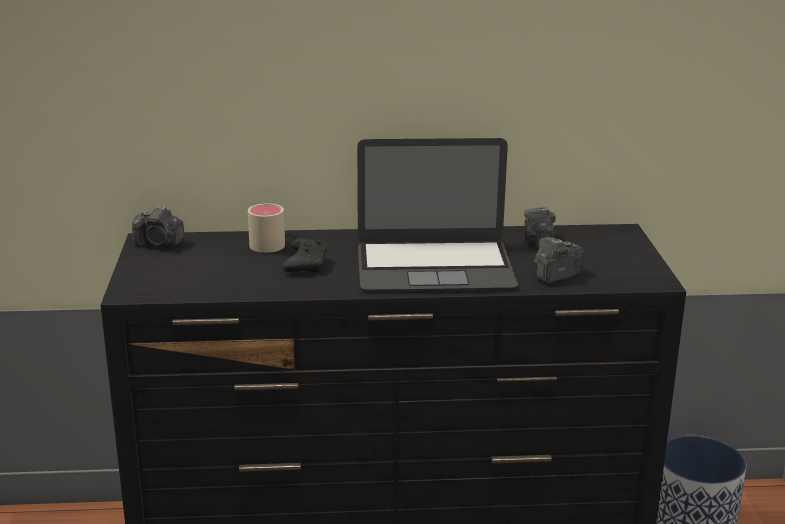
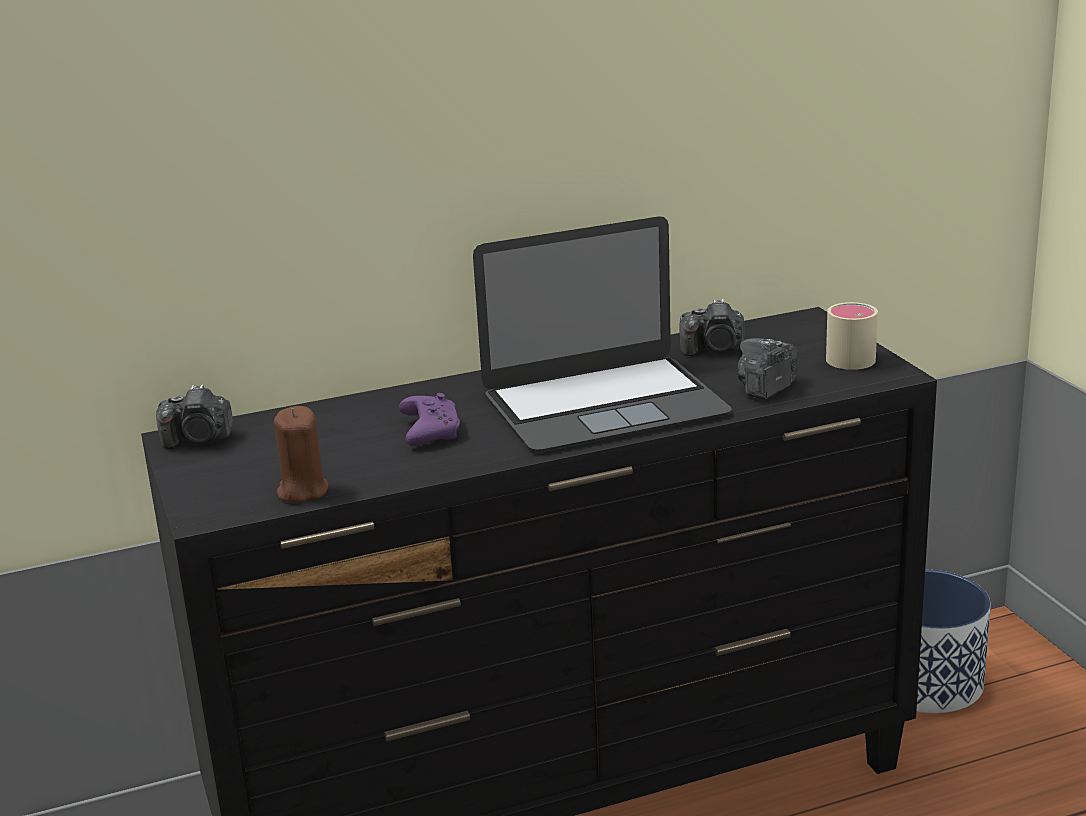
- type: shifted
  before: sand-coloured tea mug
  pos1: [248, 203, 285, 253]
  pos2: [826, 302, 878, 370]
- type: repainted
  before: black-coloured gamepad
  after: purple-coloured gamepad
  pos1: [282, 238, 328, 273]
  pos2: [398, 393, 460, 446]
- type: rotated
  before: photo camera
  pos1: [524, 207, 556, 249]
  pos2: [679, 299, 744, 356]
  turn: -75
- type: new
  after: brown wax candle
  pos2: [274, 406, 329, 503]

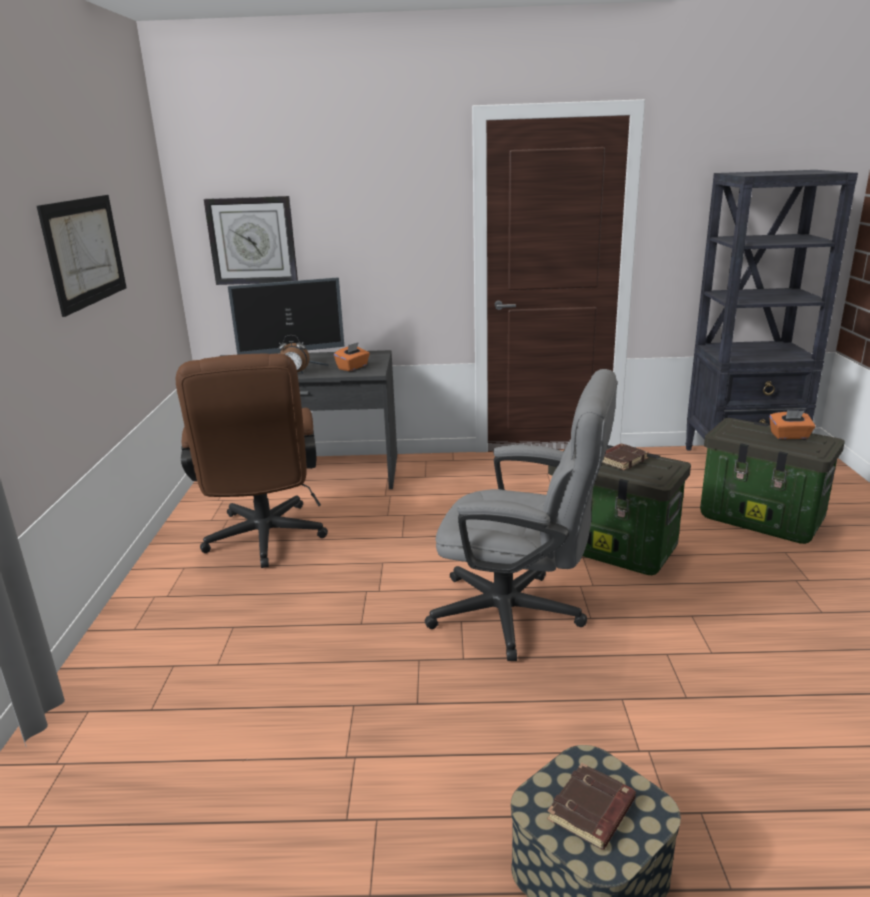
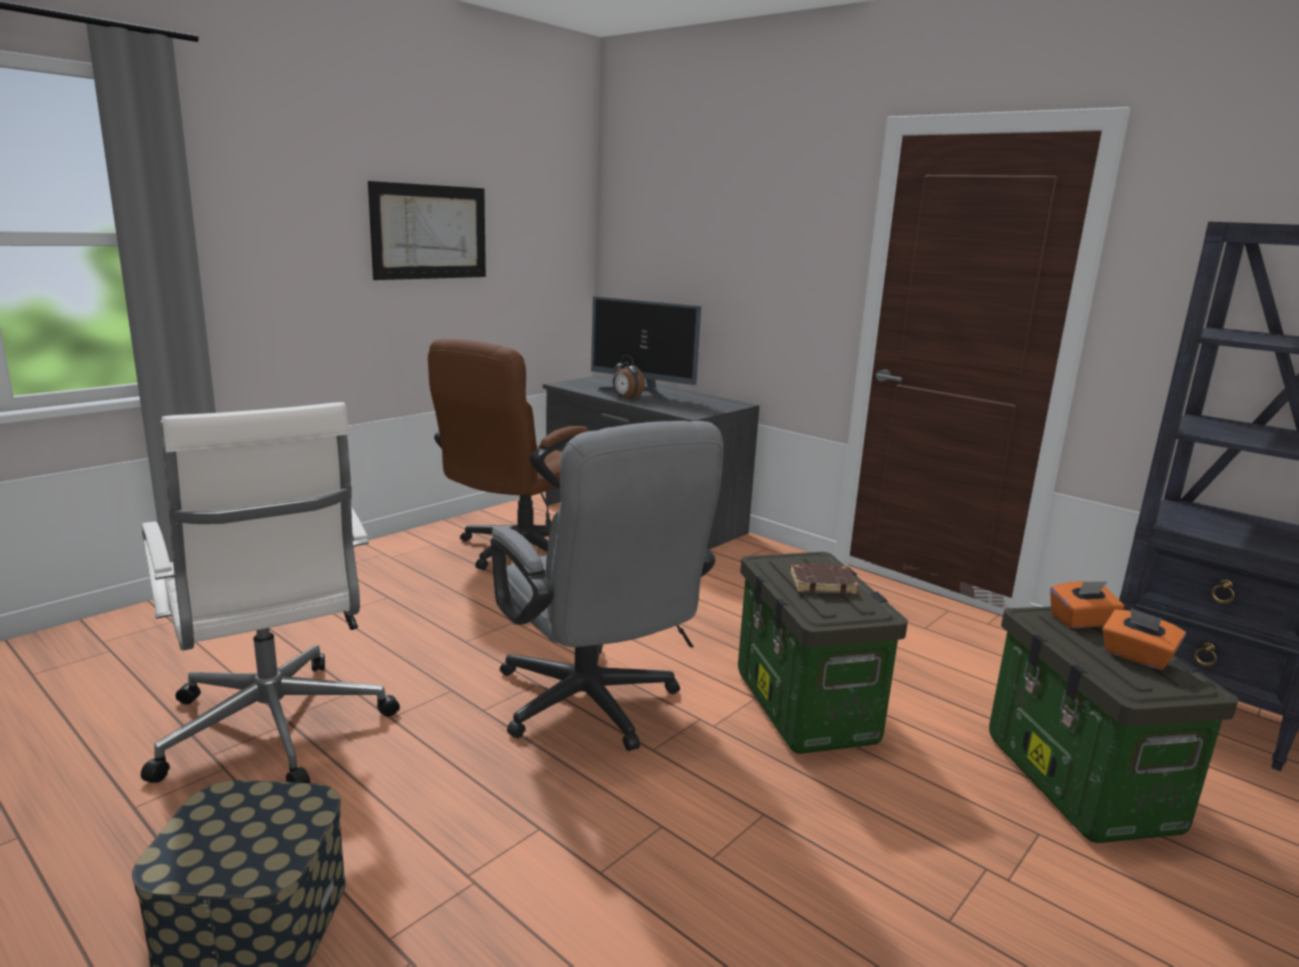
- type: gone
  before: hanging clock
  pos1: [204, 196, 298, 285]
- type: shifted
  before: orangey box of tissues
  pos1: [334, 342, 370, 371]
  pos2: [1050, 581, 1124, 628]
- type: gone
  before: brown book
  pos1: [547, 763, 636, 850]
- type: new
  after: white computer chair
  pos2: [141, 402, 400, 783]

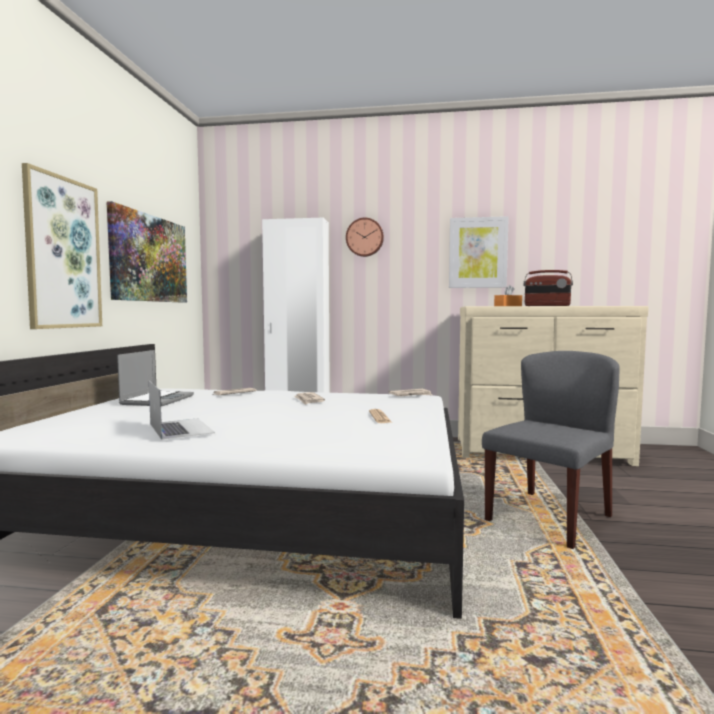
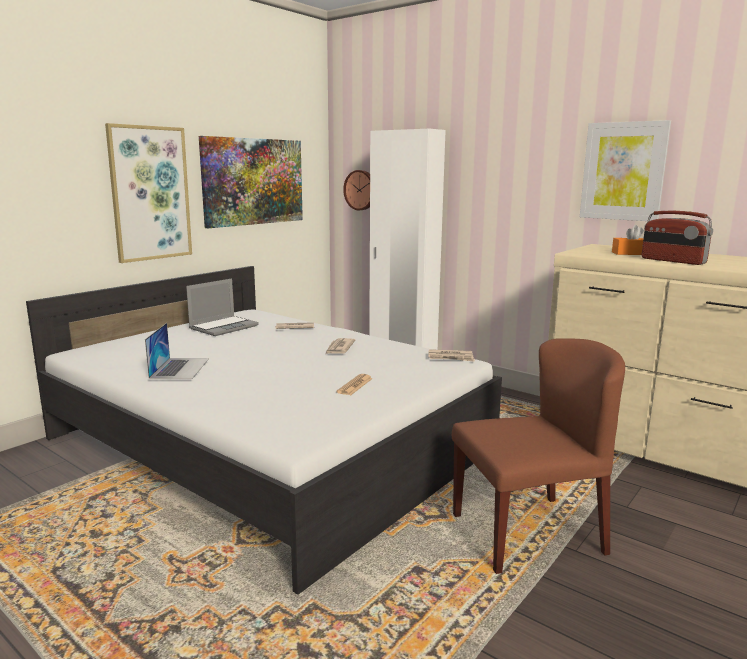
- type: shifted
  before: hanging clock
  pos1: [346, 218, 384, 257]
  pos2: [343, 170, 370, 210]
- type: repainted
  before: greyish upright chair
  after: brown upright chair
  pos1: [482, 351, 620, 549]
  pos2: [452, 338, 625, 574]

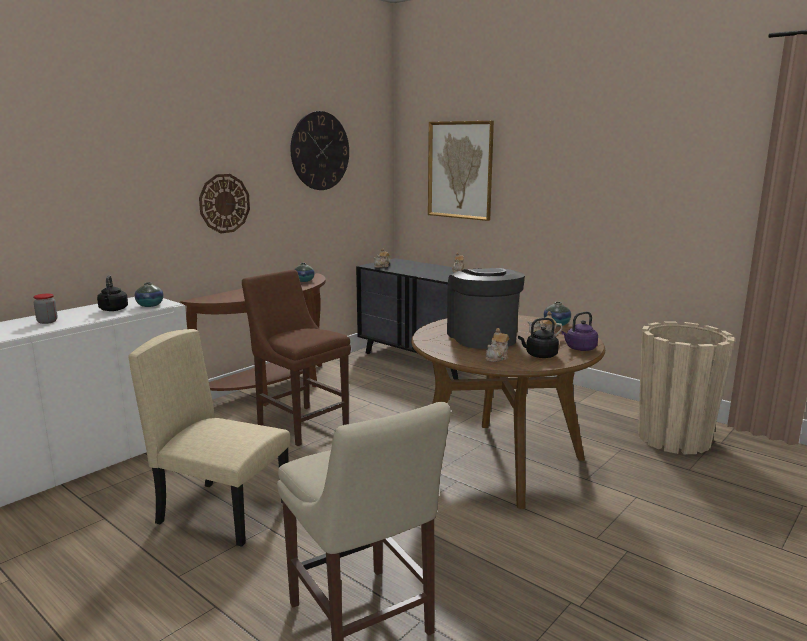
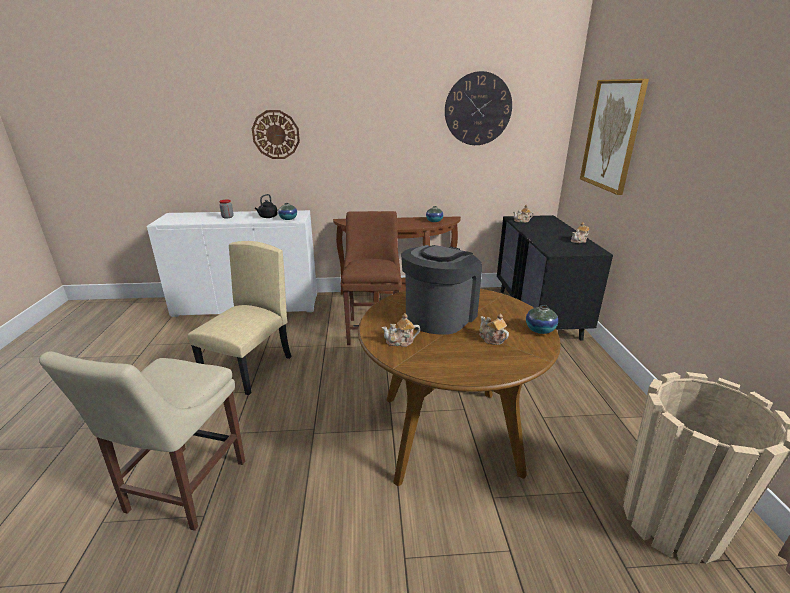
- type: rotated
  before: sand-coloured upright chair
  pos1: [128, 329, 290, 547]
  pos2: [187, 241, 292, 395]
  turn: 45
- type: shifted
  before: hanging clock
  pos1: [199, 174, 250, 233]
  pos2: [252, 110, 300, 159]
- type: gone
  before: black-coloured kettle
  pos1: [518, 318, 559, 358]
- type: gone
  before: purple-coloured kettle
  pos1: [561, 311, 598, 351]

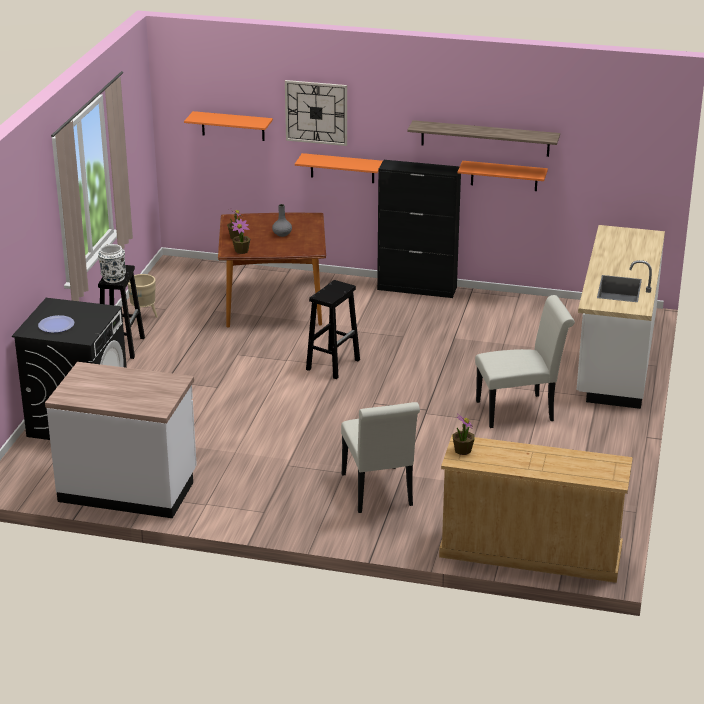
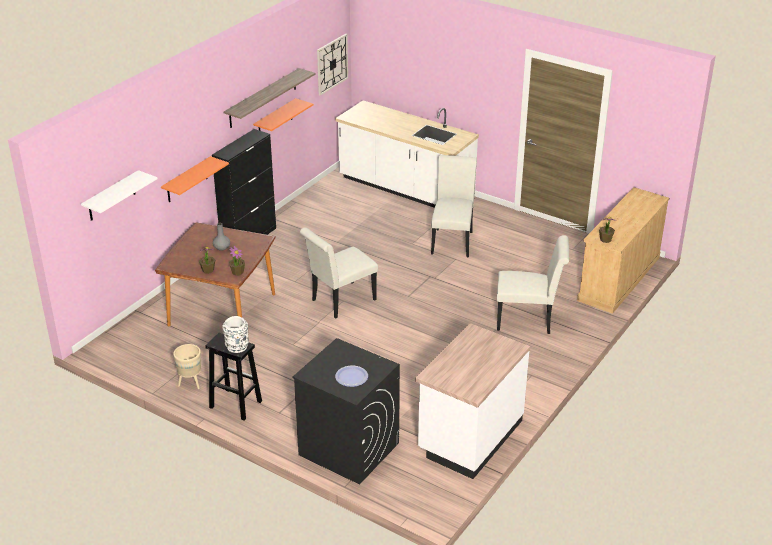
- type: repainted
  before: orangey wall shelf
  after: white wall shelf
  pos1: [184, 111, 273, 141]
  pos2: [81, 170, 158, 221]
- type: shifted
  before: hanging clock
  pos1: [285, 80, 347, 146]
  pos2: [317, 34, 348, 96]
- type: swapped
  before: black-coloured stool
  after: white upright chair
  pos1: [306, 280, 360, 379]
  pos2: [300, 227, 378, 319]

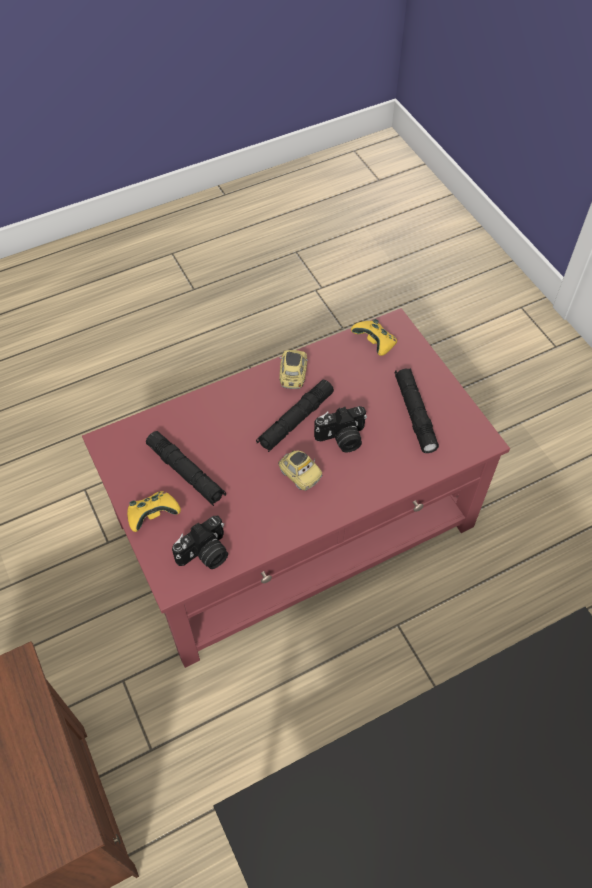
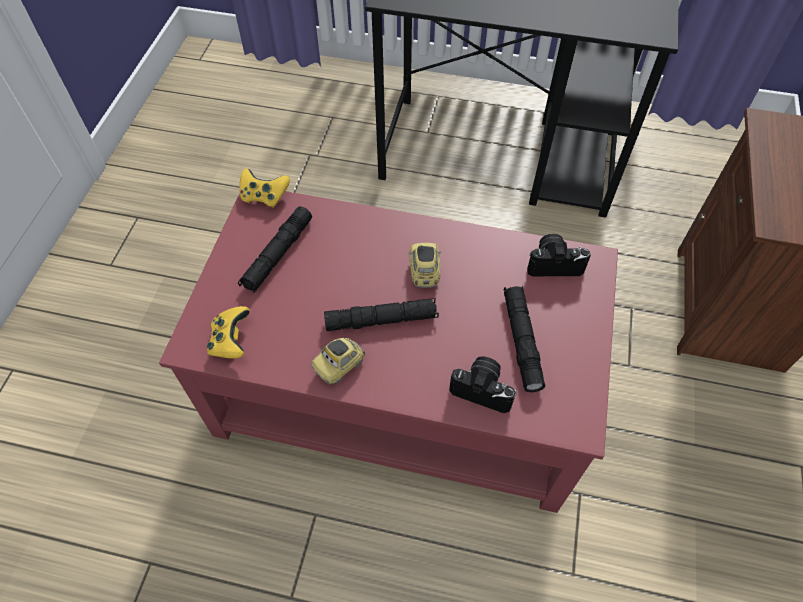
- type: shifted
  before: yellowish gamepad
  pos1: [127, 491, 181, 532]
  pos2: [239, 168, 290, 208]
- type: shifted
  before: photo camera
  pos1: [314, 406, 367, 453]
  pos2: [449, 356, 517, 413]

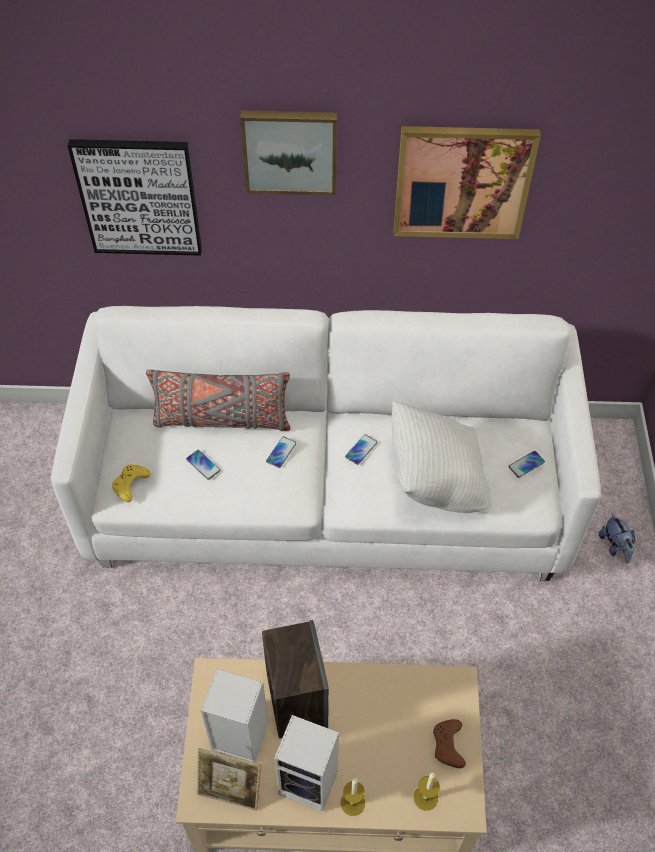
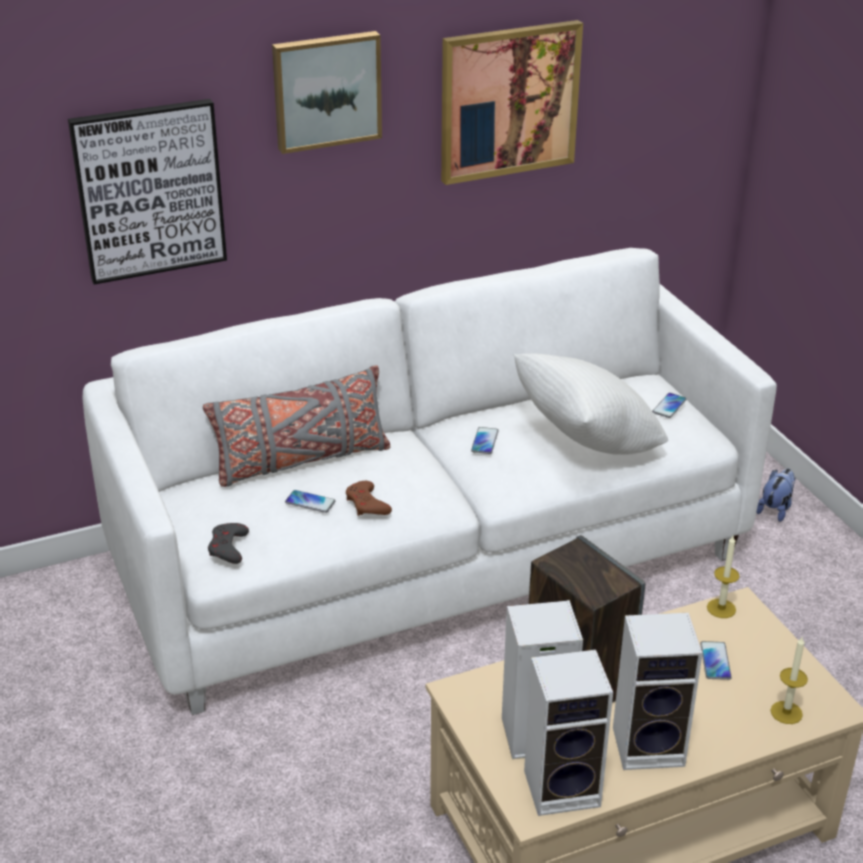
- type: repainted
  before: yellowish gamepad
  after: greyish gamepad
  pos1: [112, 465, 151, 502]
  pos2: [208, 523, 249, 564]
- type: swapped
  before: picture frame
  after: loudspeaker
  pos1: [197, 748, 261, 811]
  pos2: [524, 650, 613, 816]
- type: shifted
  before: phone
  pos1: [266, 436, 297, 468]
  pos2: [700, 641, 732, 680]
- type: shifted
  before: wax candle
  pos1: [341, 778, 365, 816]
  pos2: [707, 536, 740, 618]
- type: shifted
  before: brown gamepad
  pos1: [433, 719, 466, 768]
  pos2: [346, 481, 392, 516]
- type: rotated
  before: plush toy
  pos1: [599, 513, 635, 564]
  pos2: [756, 469, 796, 522]
  turn: -105

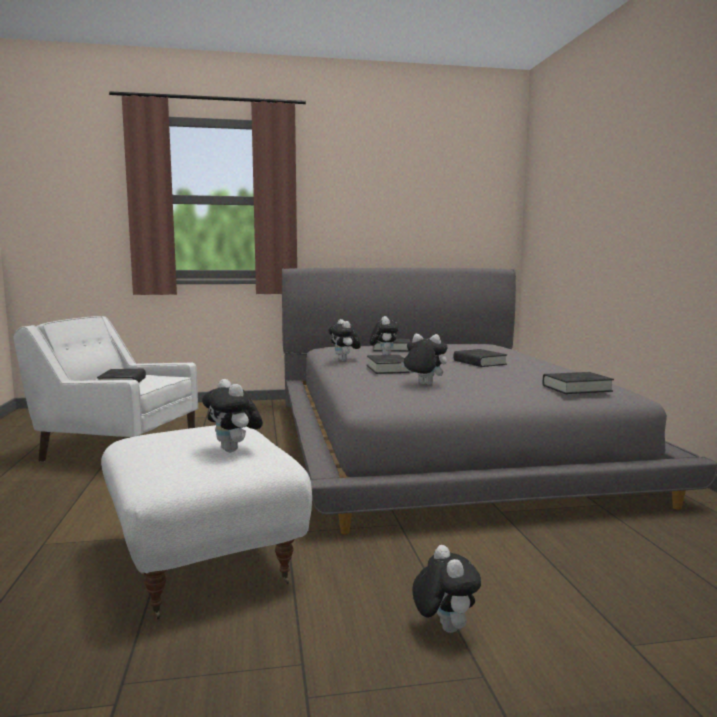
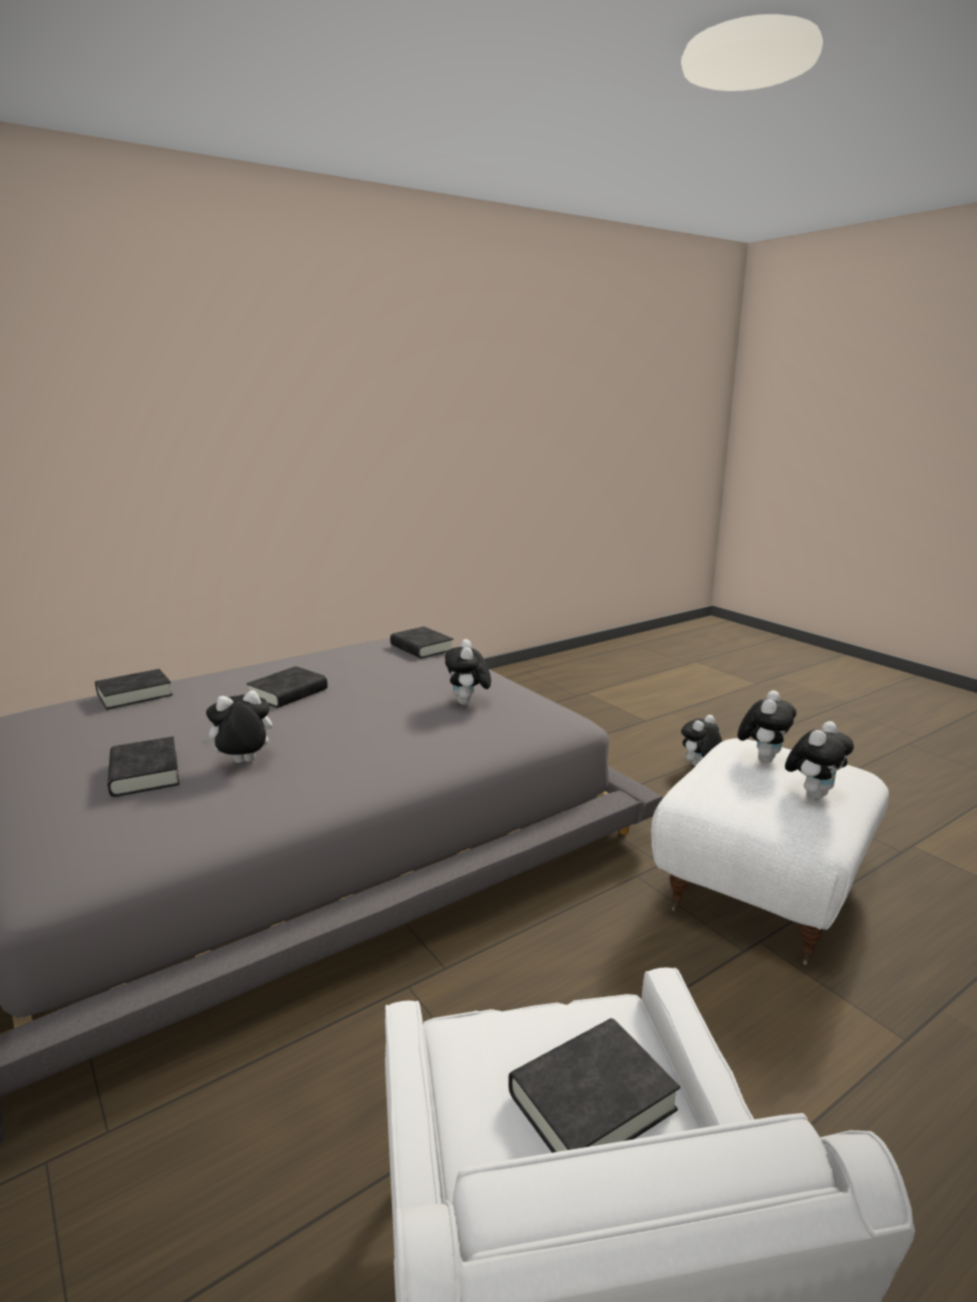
- type: shifted
  before: plush toy
  pos1: [328, 319, 361, 361]
  pos2: [785, 721, 854, 799]
- type: shifted
  before: black-coloured book
  pos1: [367, 355, 410, 374]
  pos2: [95, 669, 173, 710]

